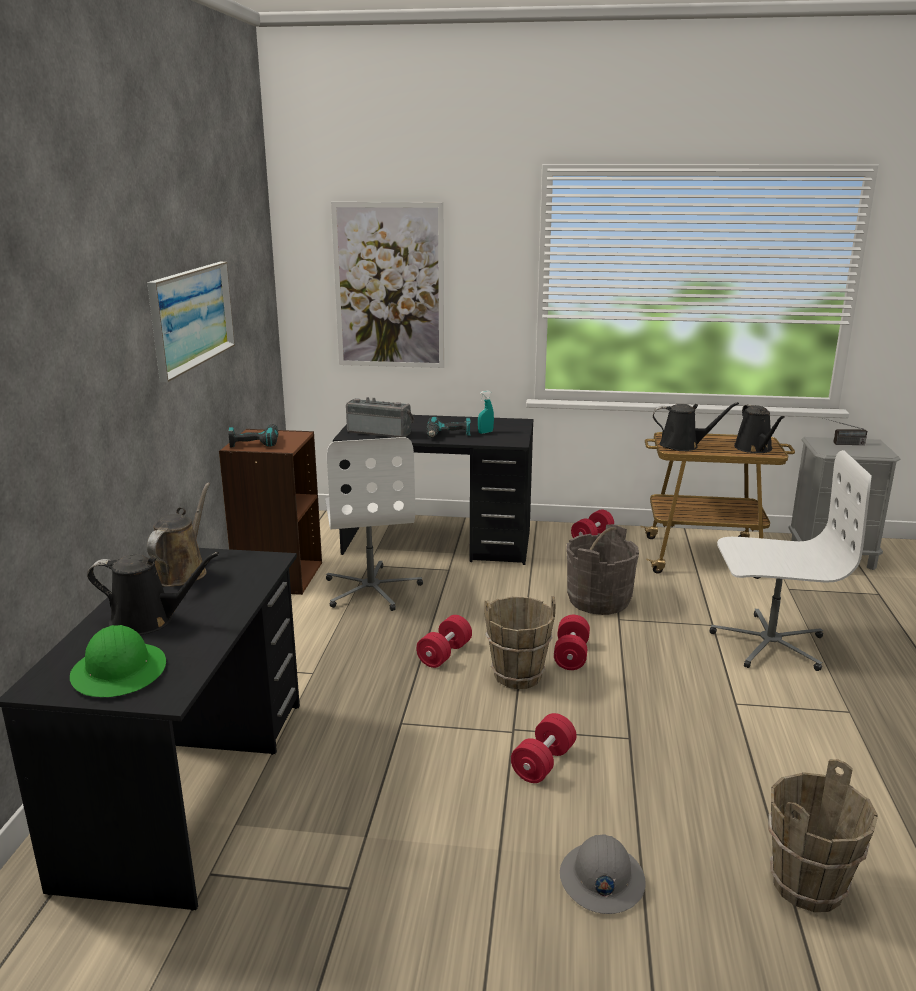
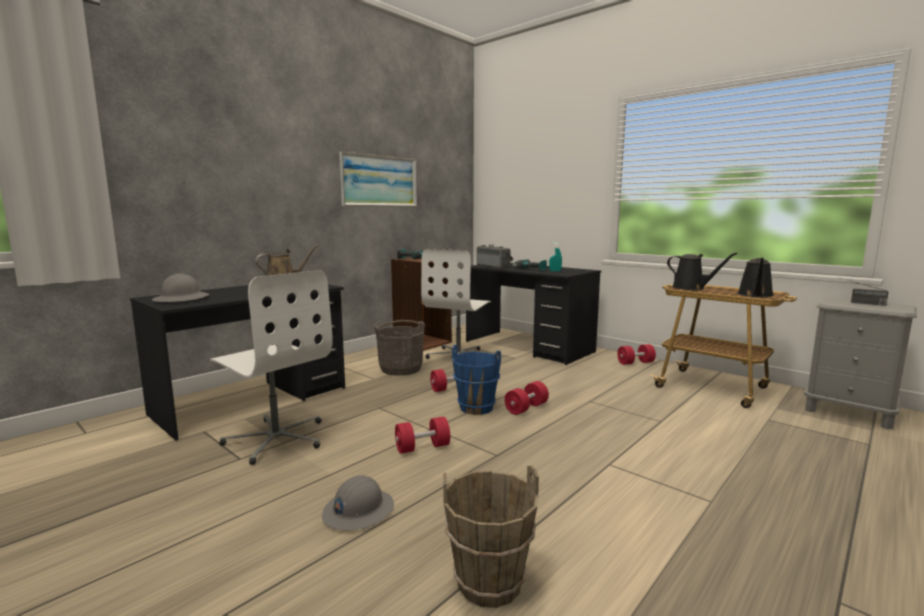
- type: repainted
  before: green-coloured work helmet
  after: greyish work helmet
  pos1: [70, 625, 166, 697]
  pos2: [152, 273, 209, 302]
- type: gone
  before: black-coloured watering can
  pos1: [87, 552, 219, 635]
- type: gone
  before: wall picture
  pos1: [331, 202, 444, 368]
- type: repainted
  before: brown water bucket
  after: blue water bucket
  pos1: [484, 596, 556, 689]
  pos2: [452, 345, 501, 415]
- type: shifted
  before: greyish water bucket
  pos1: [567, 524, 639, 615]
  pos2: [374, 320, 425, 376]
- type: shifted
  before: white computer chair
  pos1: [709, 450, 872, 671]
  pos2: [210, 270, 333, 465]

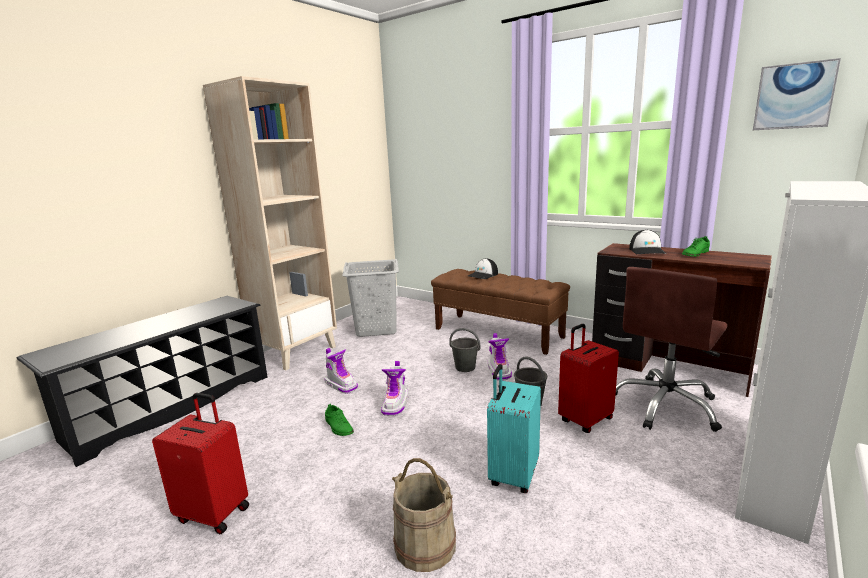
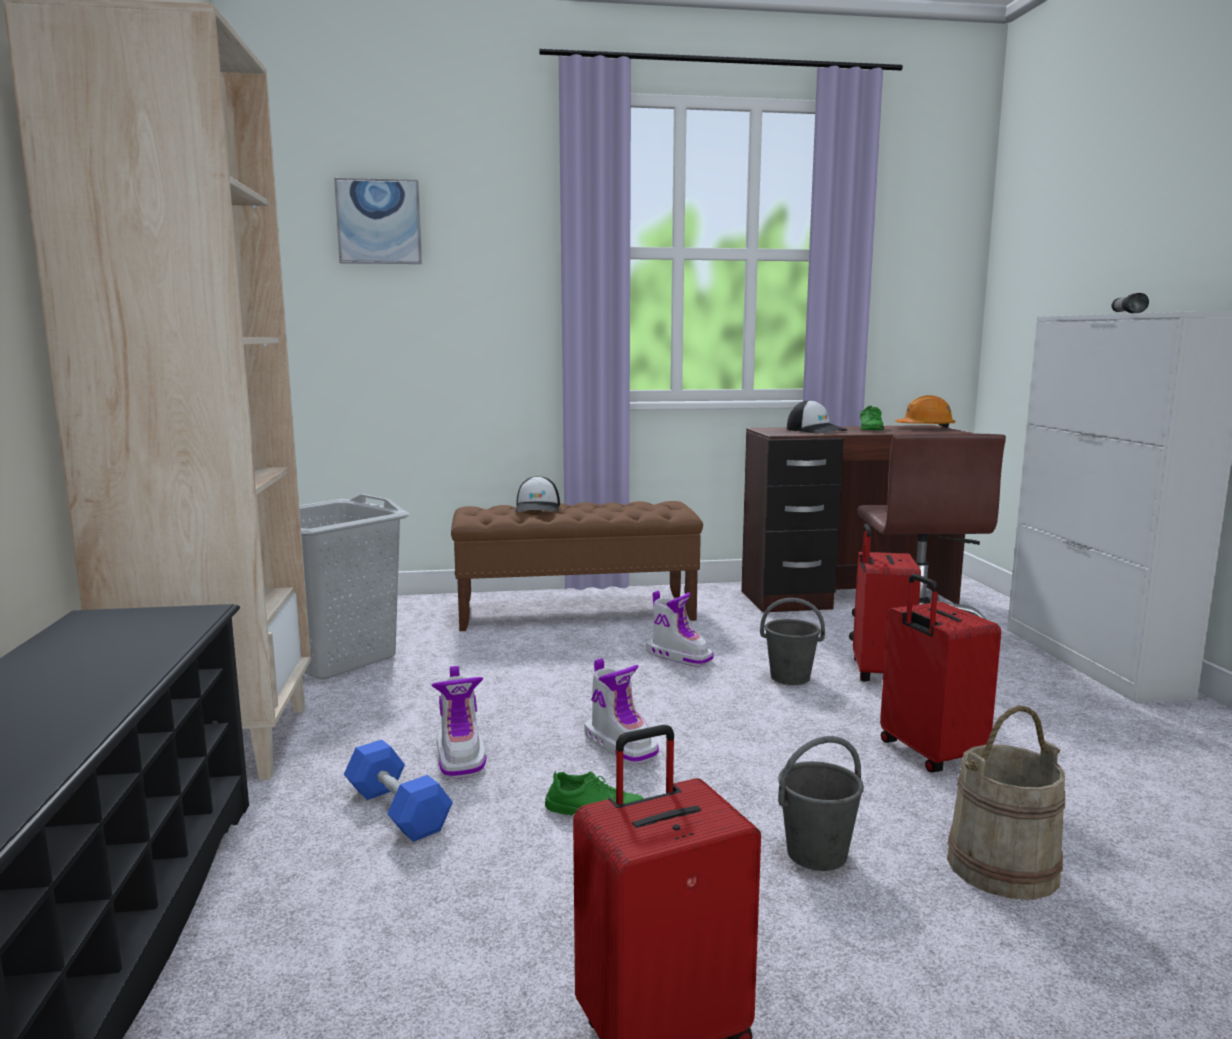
- type: rotated
  before: high-top boot
  pos1: [324, 348, 358, 394]
  pos2: [431, 666, 486, 779]
  turn: 75
- type: shifted
  before: greyish water bucket
  pos1: [449, 328, 480, 372]
  pos2: [778, 736, 864, 871]
- type: repainted
  before: turquoise suitcase
  after: red suitcase
  pos1: [487, 364, 541, 493]
  pos2: [880, 574, 1001, 773]
- type: shifted
  before: wall picture
  pos1: [753, 58, 841, 130]
  pos2: [334, 178, 422, 264]
- type: new
  after: blue hand weight
  pos2: [344, 740, 453, 842]
- type: new
  after: orangey work helmet
  pos2: [895, 395, 955, 429]
- type: new
  after: flashlight
  pos2: [1111, 293, 1149, 313]

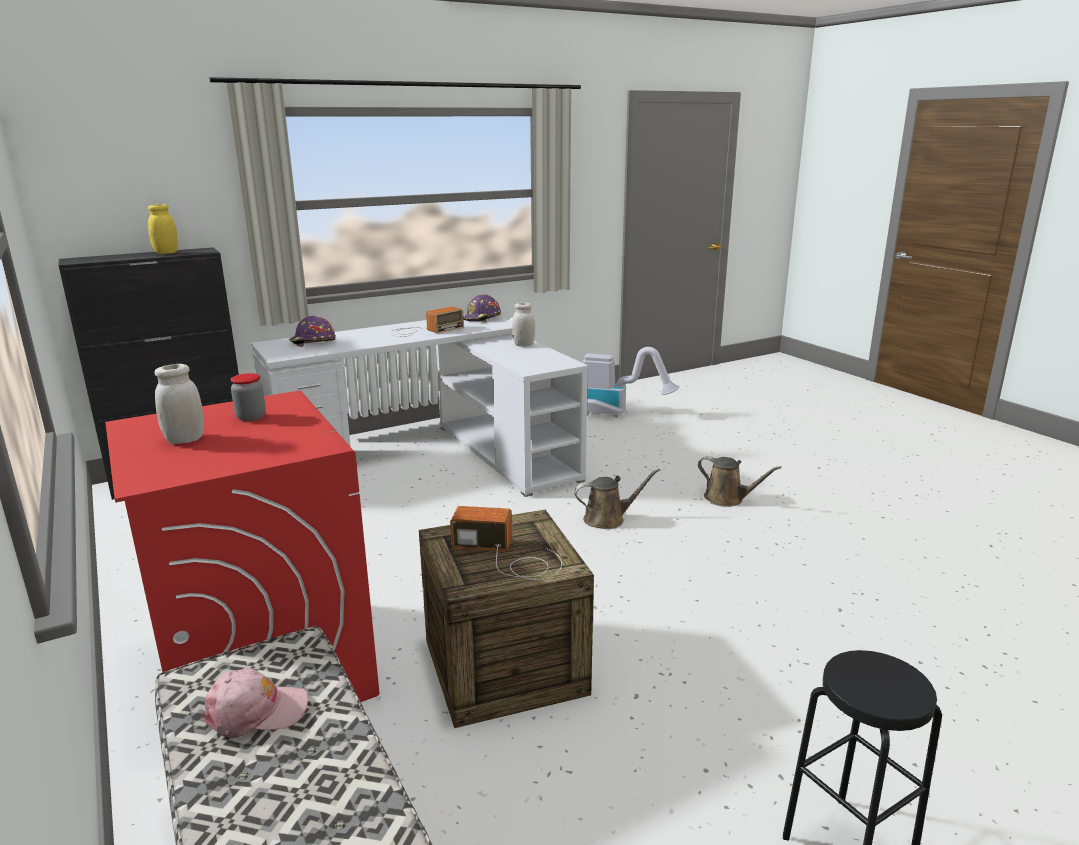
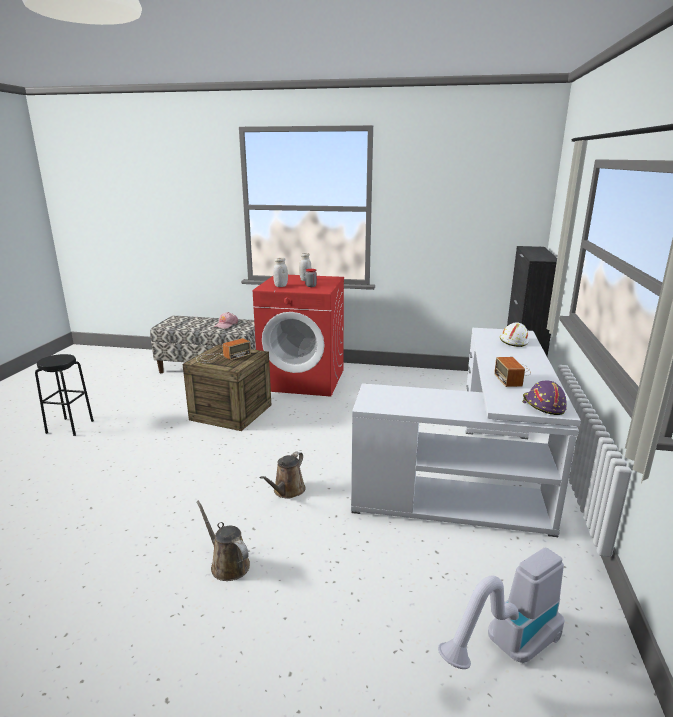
- type: gone
  before: yellowish jar
  pos1: [148, 204, 178, 254]
- type: repainted
  before: purple-coloured work helmet
  after: white work helmet
  pos1: [289, 316, 336, 347]
  pos2: [500, 322, 529, 347]
- type: shifted
  before: white jar
  pos1: [512, 303, 535, 347]
  pos2: [273, 258, 288, 287]
- type: rotated
  before: brown watering can
  pos1: [698, 456, 782, 507]
  pos2: [196, 501, 250, 581]
  turn: 60

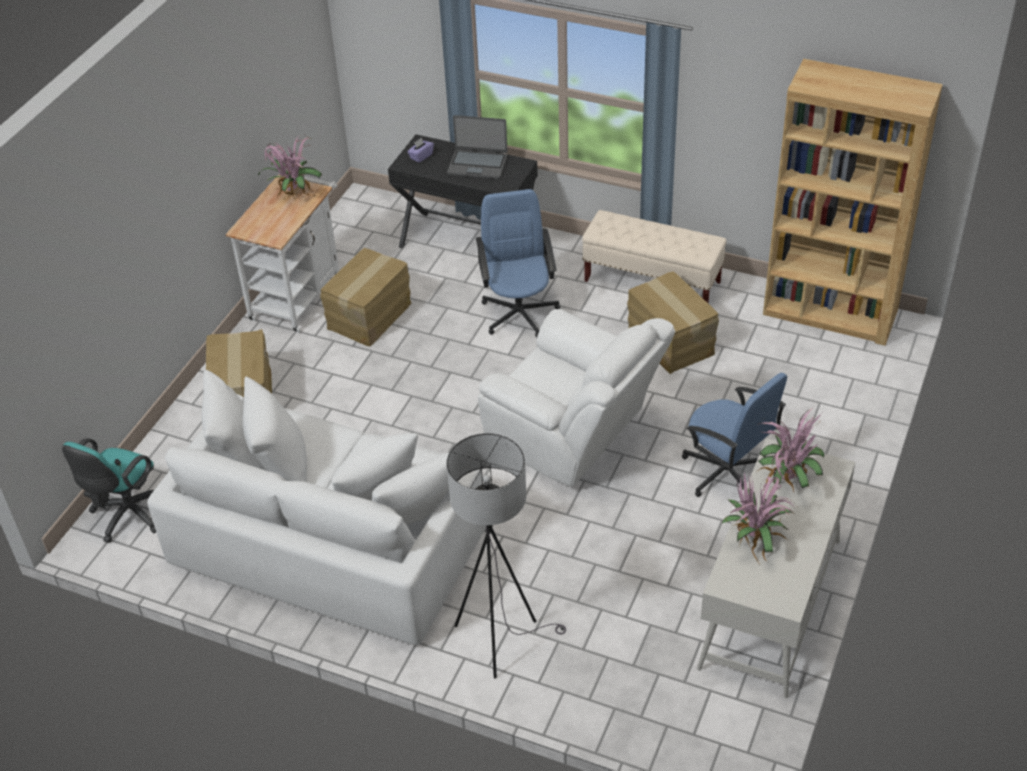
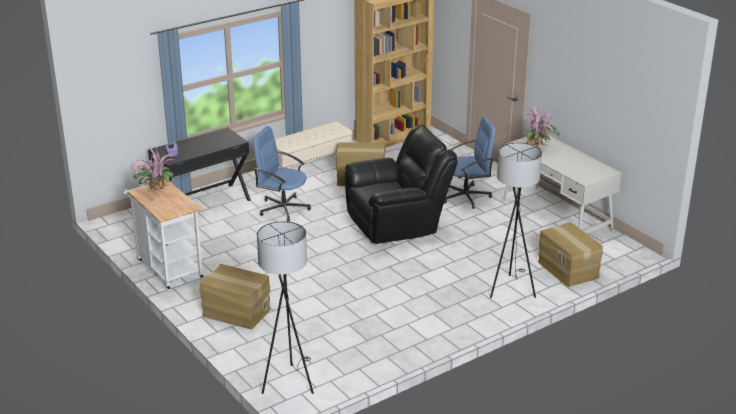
- type: swapped
  before: turquoise computer chair
  after: greyish floor lamp
  pos1: [62, 438, 156, 543]
  pos2: [257, 221, 314, 394]
- type: gone
  before: white couch
  pos1: [147, 370, 486, 645]
- type: shifted
  before: packing box
  pos1: [320, 248, 411, 347]
  pos2: [538, 222, 603, 287]
- type: gone
  before: notebook computer
  pos1: [447, 115, 508, 179]
- type: repainted
  before: white lounge chair
  after: black-coloured lounge chair
  pos1: [478, 309, 675, 487]
  pos2: [345, 125, 458, 244]
- type: gone
  before: potted plant
  pos1: [722, 471, 796, 563]

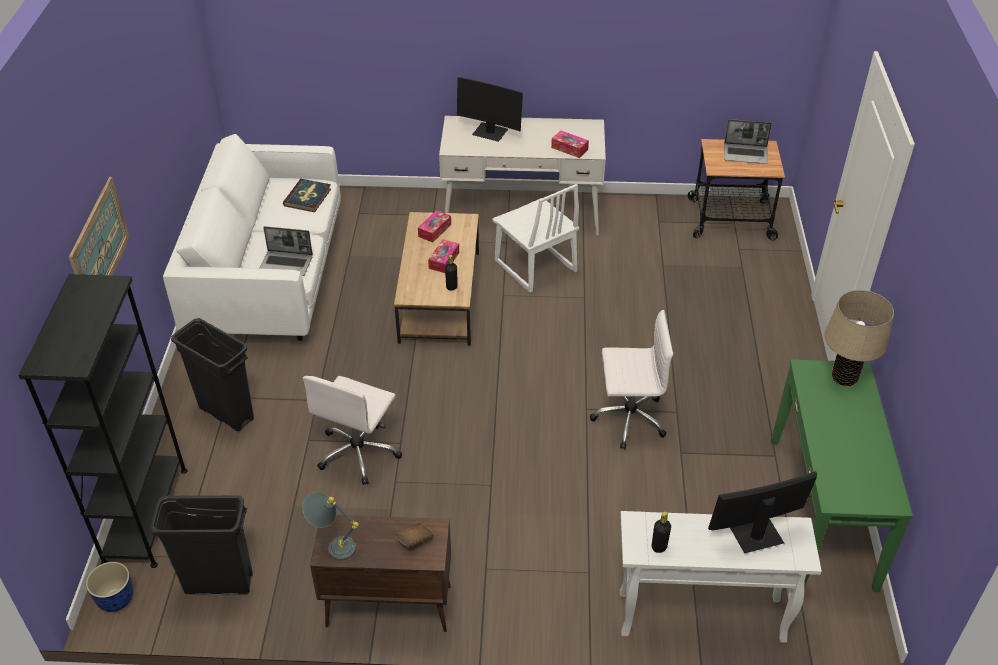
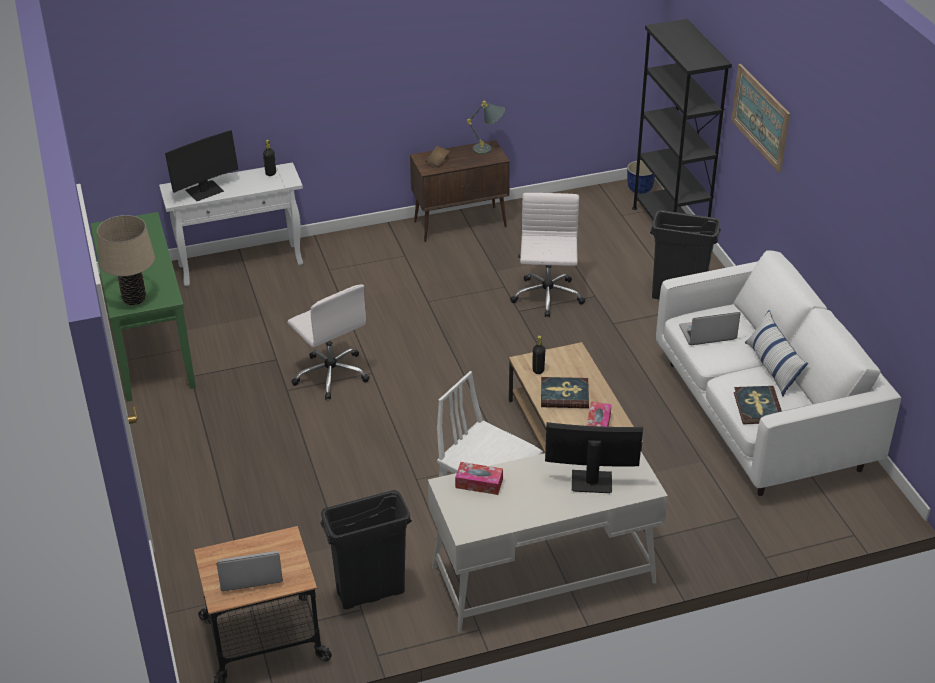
- type: shifted
  before: black-coloured waste bin
  pos1: [151, 495, 253, 594]
  pos2: [320, 490, 412, 610]
- type: swapped
  before: box of tissues
  after: book
  pos1: [428, 239, 459, 273]
  pos2: [541, 377, 589, 408]
- type: rotated
  before: white computer chair
  pos1: [590, 310, 673, 450]
  pos2: [287, 284, 370, 400]
  turn: -105
- type: new
  after: pillow
  pos2: [745, 310, 808, 396]

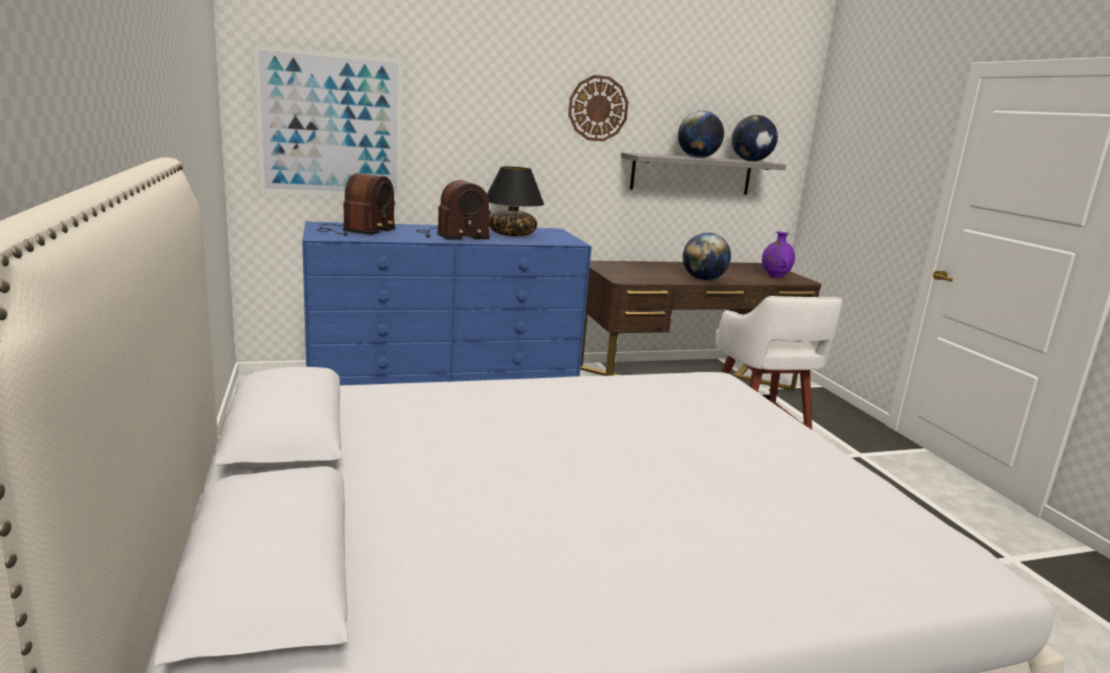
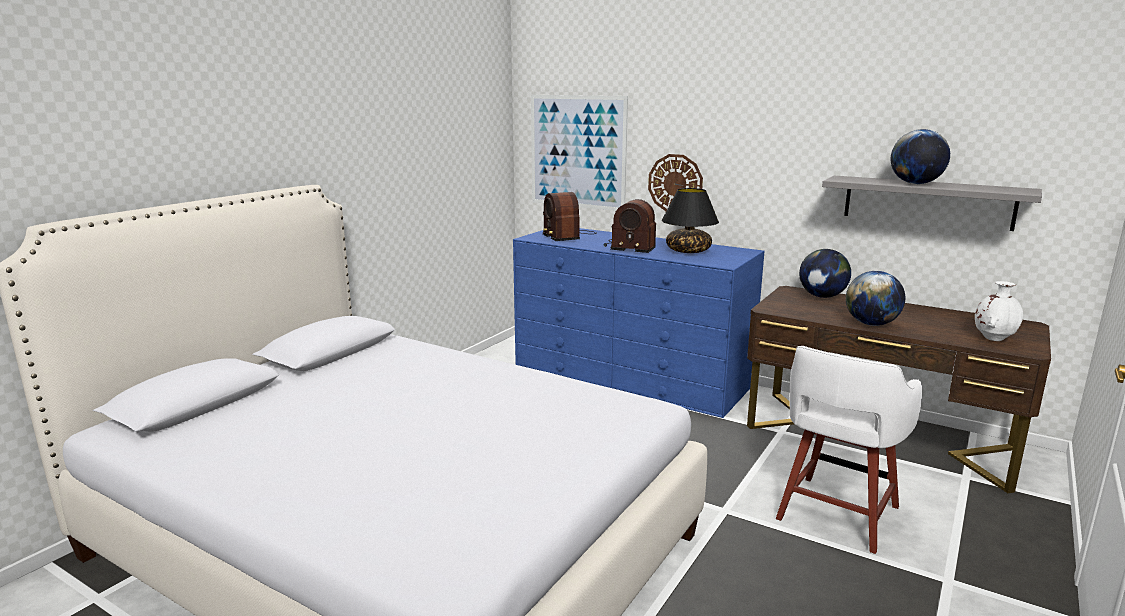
- type: rotated
  before: radio
  pos1: [316, 173, 396, 236]
  pos2: [542, 192, 597, 241]
  turn: 90
- type: shifted
  before: hanging clock
  pos1: [568, 75, 629, 141]
  pos2: [648, 154, 703, 211]
- type: shifted
  before: world globe
  pos1: [732, 115, 778, 161]
  pos2: [799, 249, 851, 298]
- type: repainted
  before: purple-coloured vase
  after: white vase
  pos1: [762, 231, 795, 278]
  pos2: [975, 281, 1023, 341]

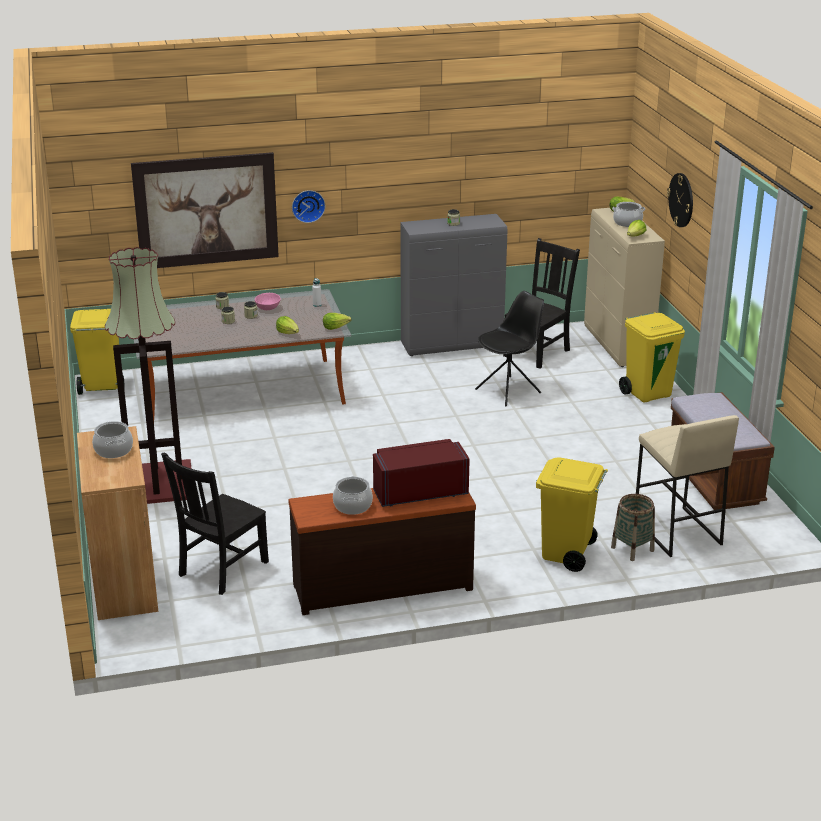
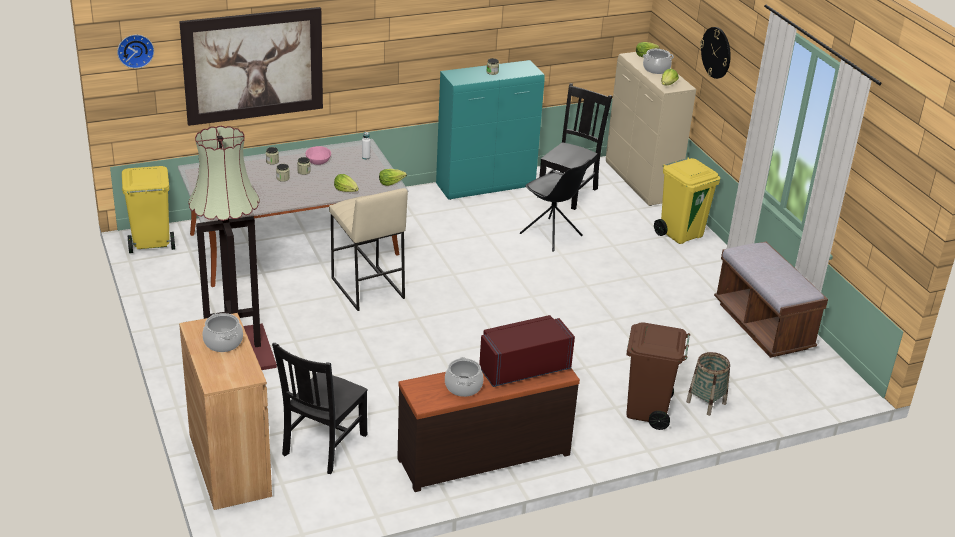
- type: shifted
  before: hanging clock
  pos1: [292, 190, 325, 223]
  pos2: [117, 35, 154, 68]
- type: repainted
  before: greyish cupboard
  after: turquoise cupboard
  pos1: [400, 214, 507, 356]
  pos2: [436, 60, 545, 200]
- type: rotated
  before: black-coloured upright chair
  pos1: [475, 291, 544, 407]
  pos2: [520, 159, 591, 252]
  turn: 90
- type: repainted
  before: yellowish waste bin
  after: brown waste bin
  pos1: [536, 457, 608, 572]
  pos2: [626, 322, 690, 430]
- type: shifted
  before: sand-coloured stool
  pos1: [636, 415, 739, 557]
  pos2: [329, 188, 408, 311]

